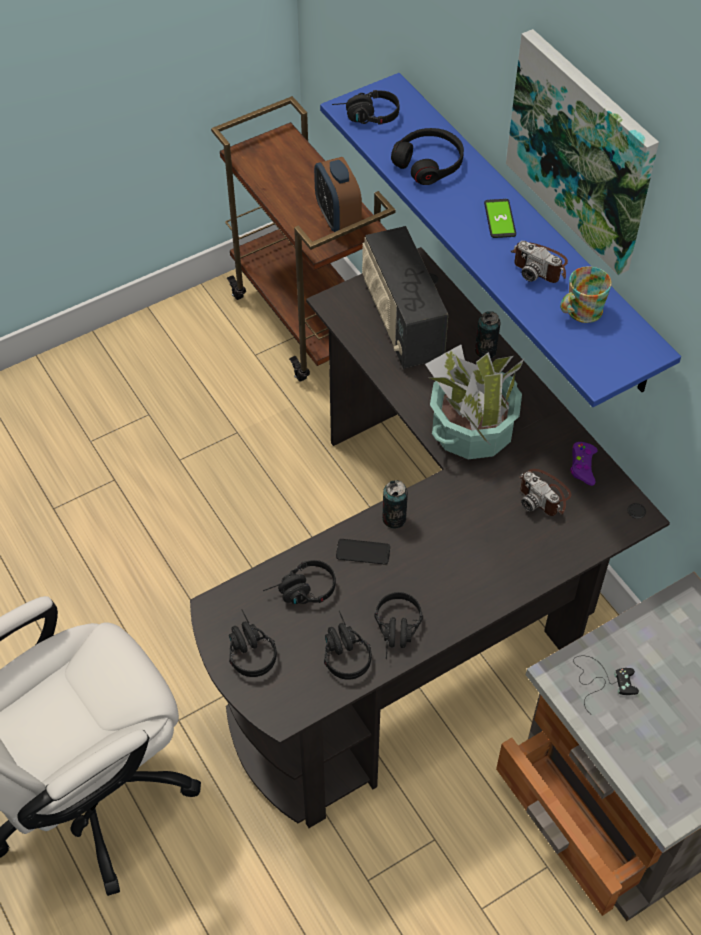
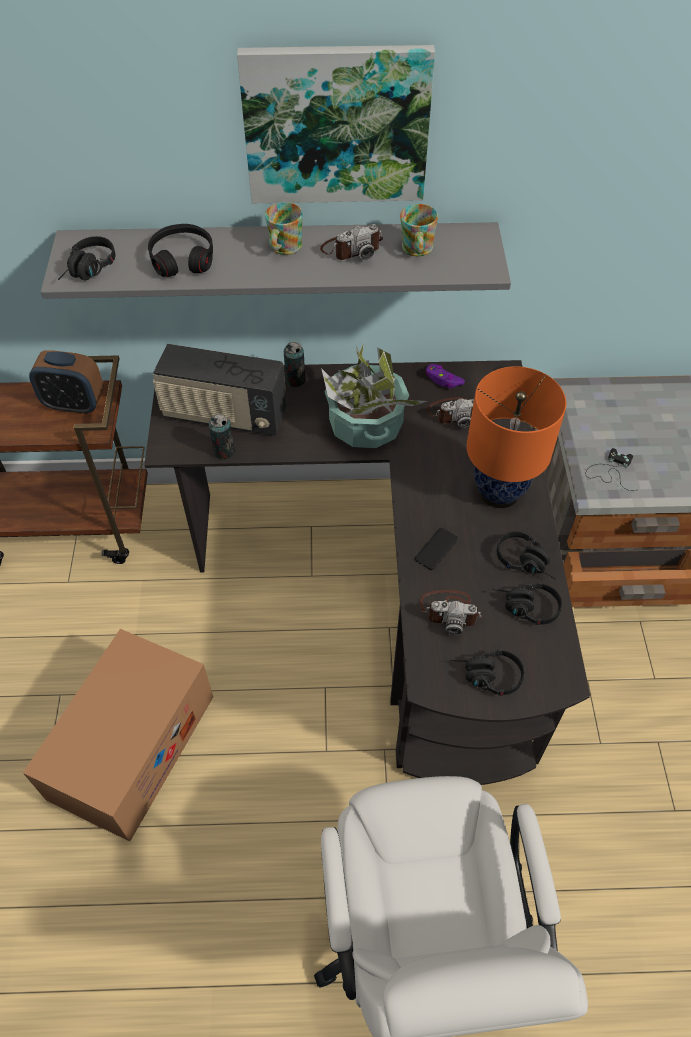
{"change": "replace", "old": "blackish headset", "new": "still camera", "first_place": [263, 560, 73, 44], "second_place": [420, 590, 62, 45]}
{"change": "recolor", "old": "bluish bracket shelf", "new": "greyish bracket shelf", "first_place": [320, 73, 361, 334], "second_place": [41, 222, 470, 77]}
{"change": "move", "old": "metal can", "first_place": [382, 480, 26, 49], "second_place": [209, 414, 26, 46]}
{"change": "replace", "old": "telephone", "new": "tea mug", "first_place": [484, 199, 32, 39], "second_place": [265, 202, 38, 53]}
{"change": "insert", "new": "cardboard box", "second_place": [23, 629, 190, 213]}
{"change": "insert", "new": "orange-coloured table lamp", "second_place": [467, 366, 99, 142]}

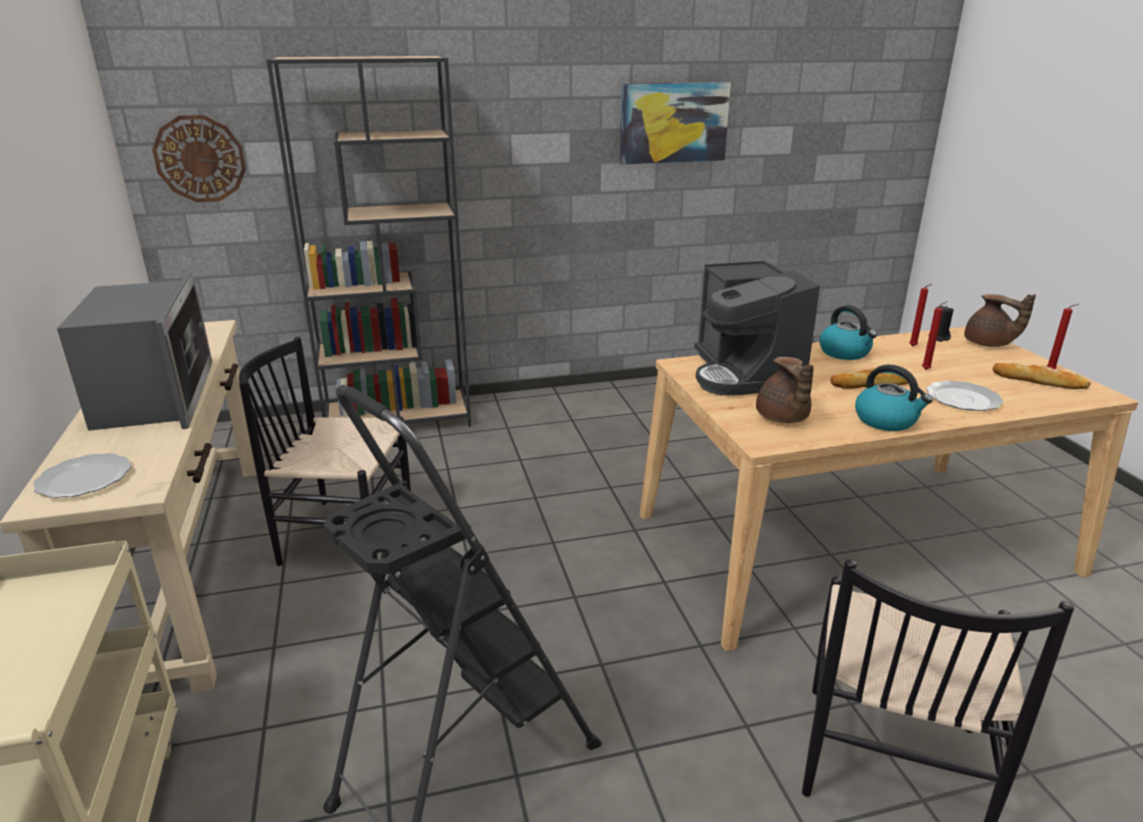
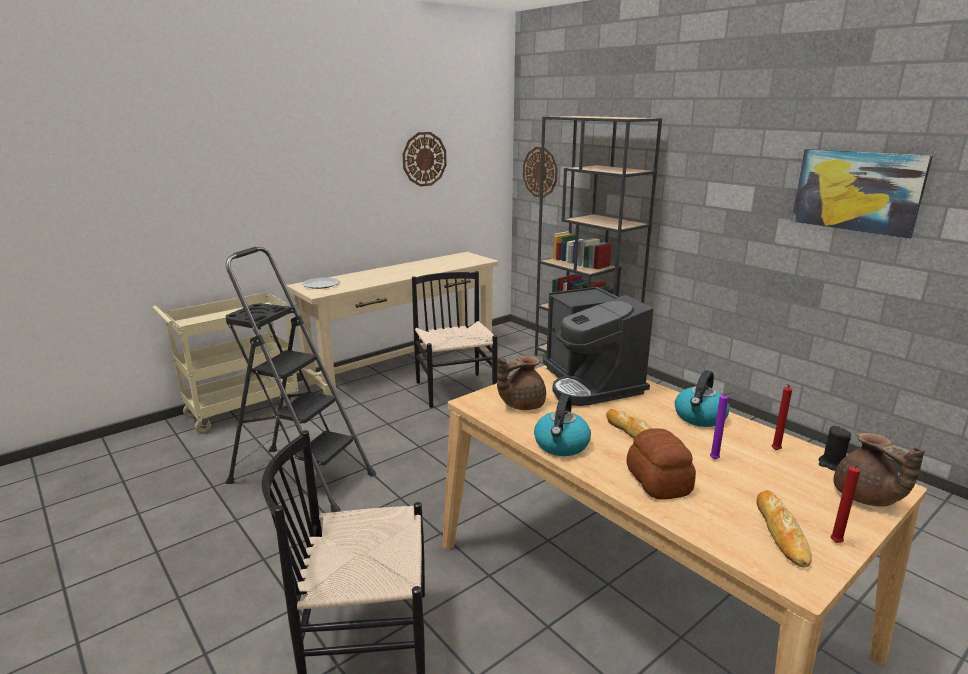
{"change": "delete", "old": "microwave oven", "first_place": [57, 271, 155, 160]}
{"change": "rotate", "old": "coffee machine", "first_place": [694, 261, 126, 135], "second_place": [543, 287, 110, 119], "degrees": -75}
{"change": "recolor", "old": "red candle", "new": "purplish candle", "first_place": [922, 301, 26, 69], "second_place": [710, 392, 23, 68]}
{"change": "replace", "old": "flat dish", "new": "baked bread", "first_place": [926, 381, 77, 30], "second_place": [627, 428, 69, 72]}
{"change": "rotate", "old": "brown-coloured tea pot", "first_place": [964, 294, 72, 53], "second_place": [833, 433, 92, 73], "degrees": -45}
{"change": "insert", "new": "hanging clock", "second_place": [403, 132, 44, 55]}

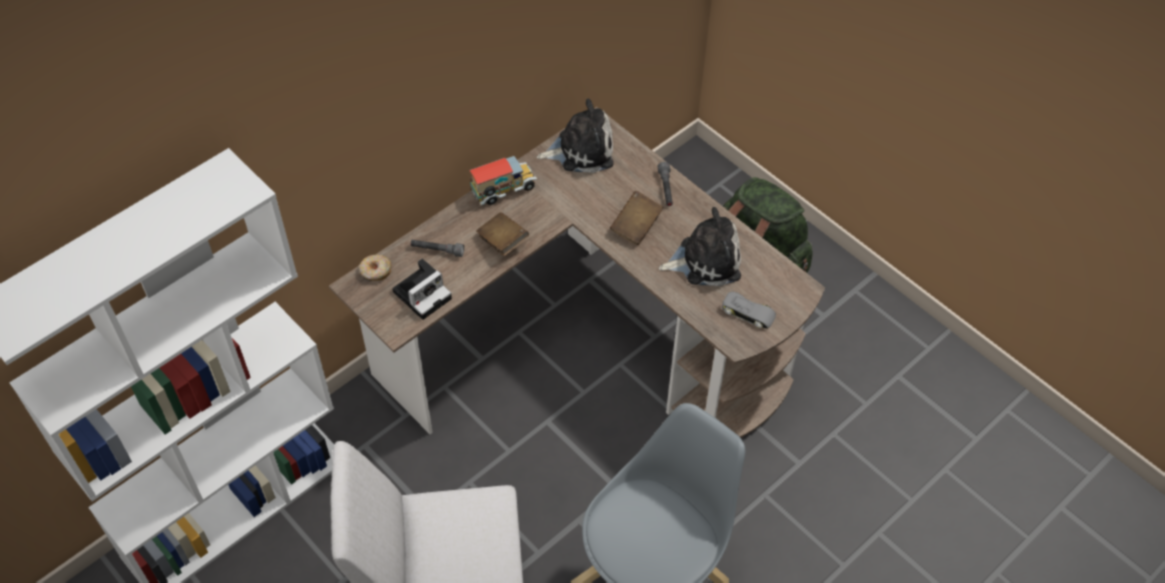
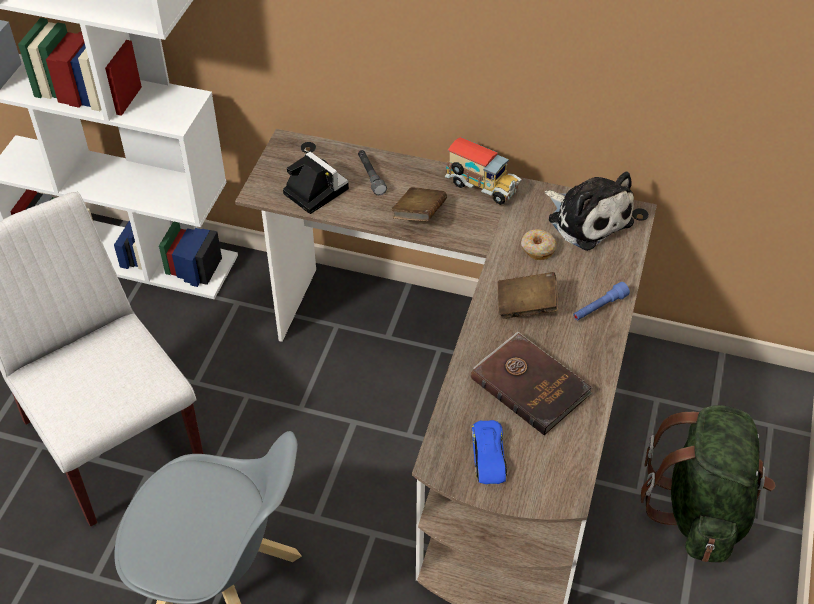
{"change": "move", "old": "doughnut", "first_place": [359, 255, 33, 26], "second_place": [521, 229, 36, 31]}
{"change": "rotate", "old": "still camera", "first_place": [393, 259, 59, 61], "second_place": [283, 151, 66, 63], "degrees": -150}
{"change": "recolor", "old": "greyish torch", "new": "bluish torch", "first_place": [658, 162, 15, 44], "second_place": [573, 282, 57, 38]}
{"change": "replace", "old": "cuddly toy", "new": "brown-coloured book", "first_place": [659, 207, 82, 79], "second_place": [471, 331, 122, 104]}
{"change": "recolor", "old": "greyish miniature car", "new": "bluish miniature car", "first_place": [722, 292, 54, 37], "second_place": [472, 420, 35, 64]}

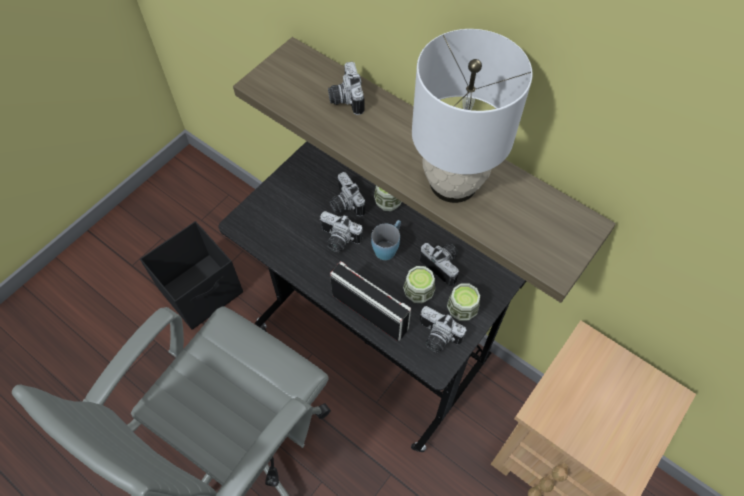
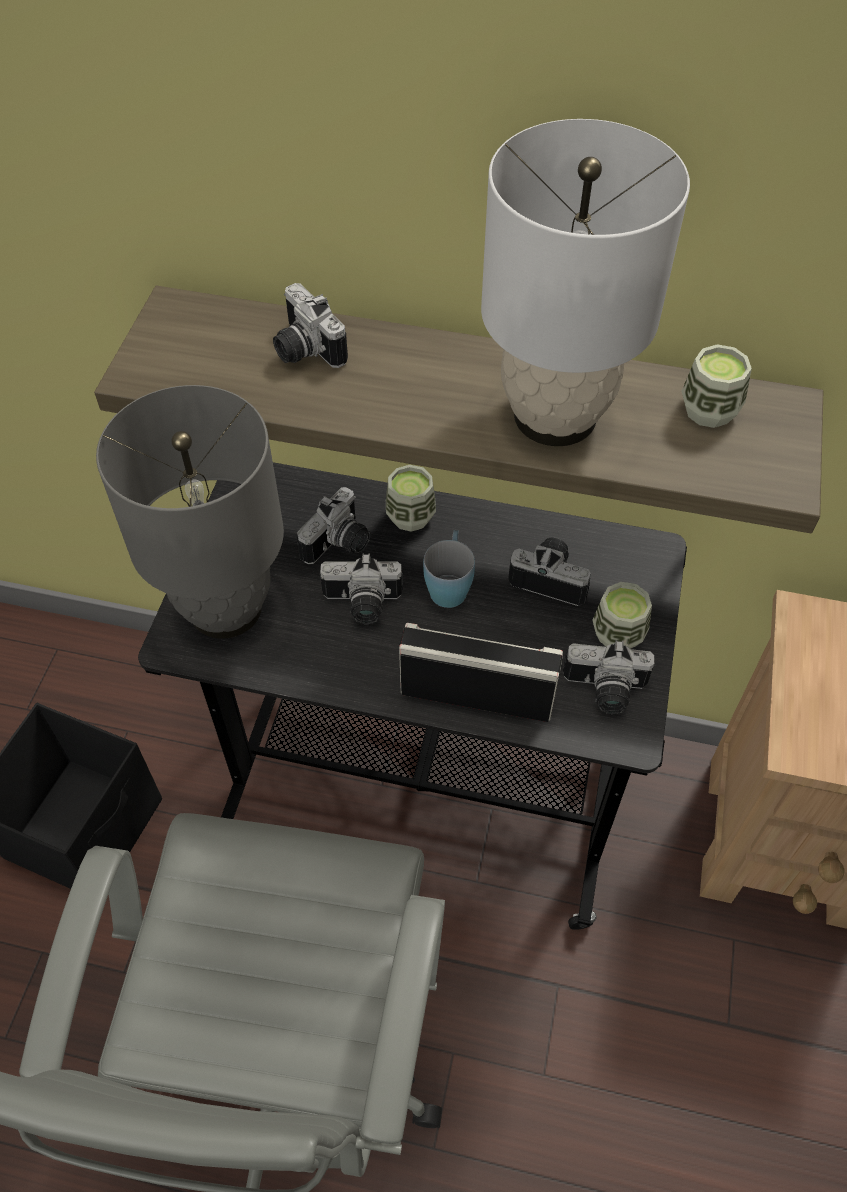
{"change": "rotate", "old": "still camera", "first_place": [330, 172, 36, 45], "second_place": [297, 487, 74, 77], "degrees": -90}
{"change": "move", "old": "drinking cup", "first_place": [403, 266, 32, 37], "second_place": [681, 344, 71, 84]}
{"change": "insert", "new": "greyish table lamp", "second_place": [96, 385, 188, 254]}

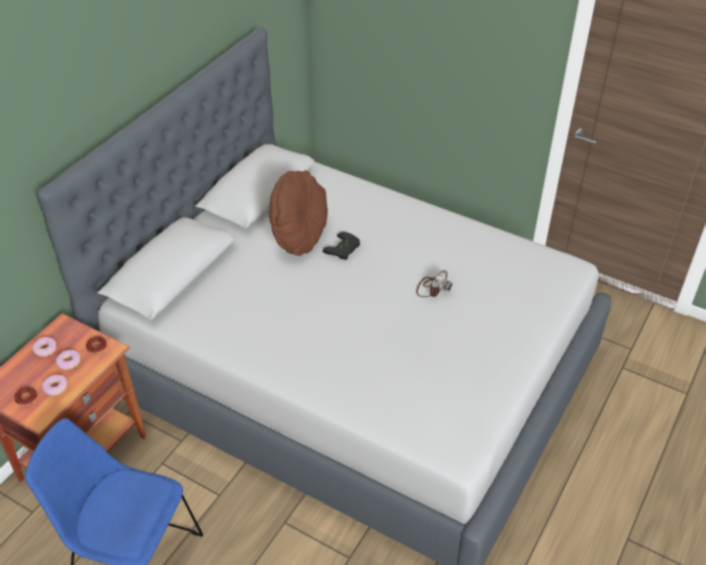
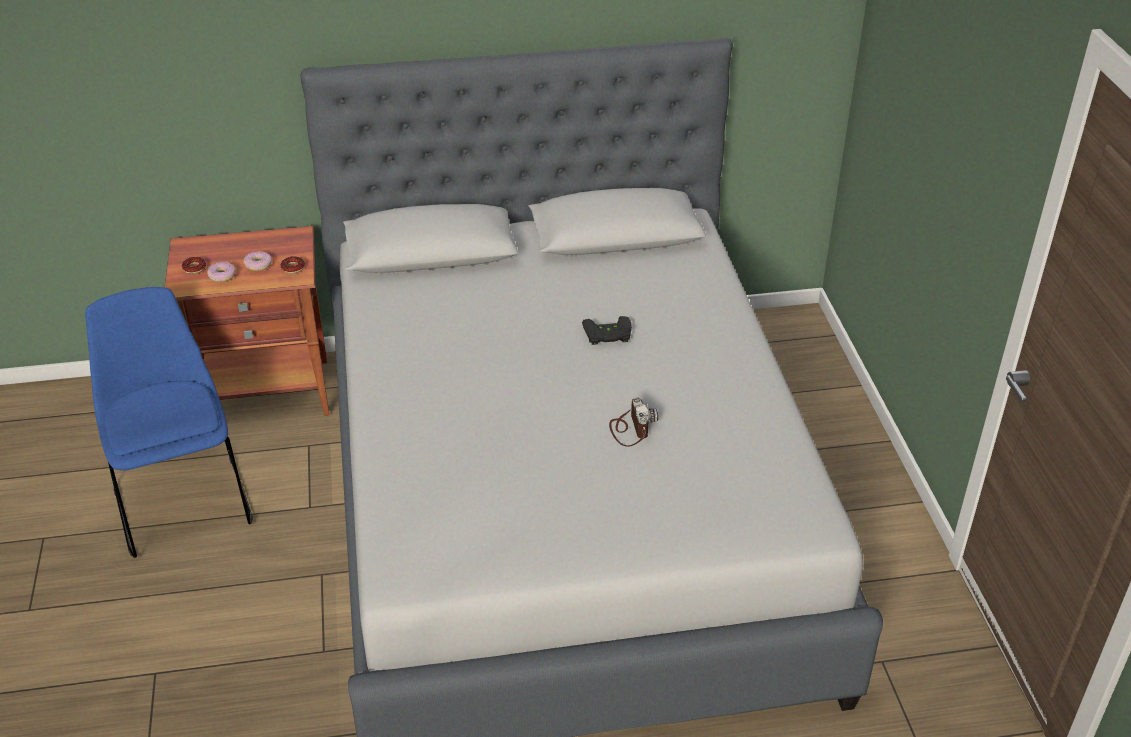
{"change": "delete", "old": "doughnut", "first_place": [32, 337, 25, 20]}
{"change": "delete", "old": "brown-coloured pillow", "first_place": [269, 170, 59, 86]}
{"change": "rotate", "old": "still camera", "first_place": [416, 270, 36, 27], "second_place": [609, 397, 49, 50], "degrees": -90}

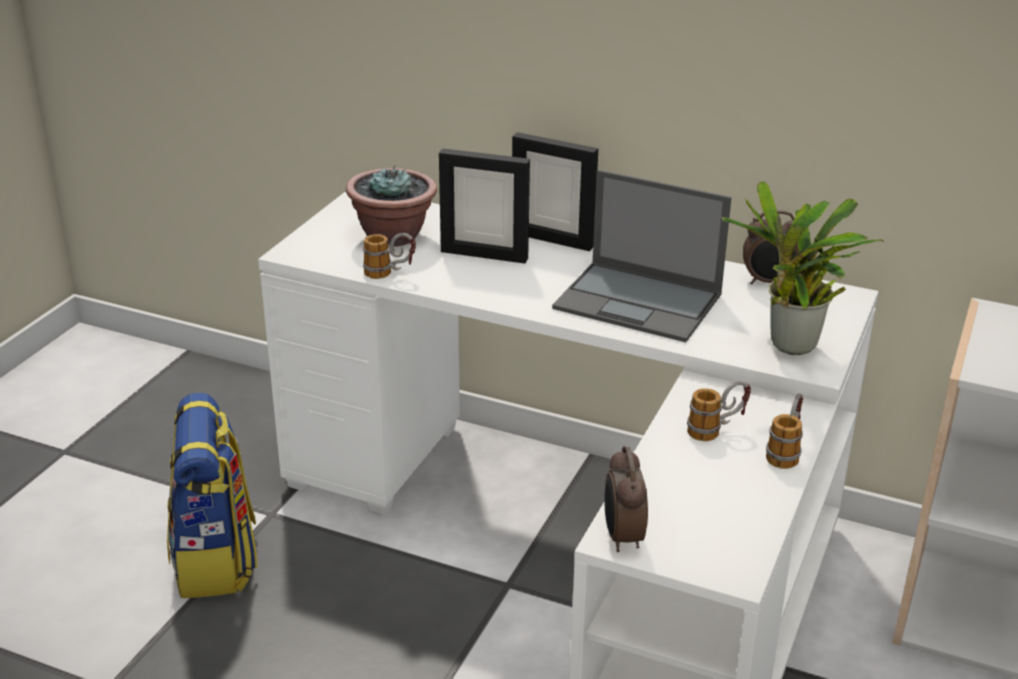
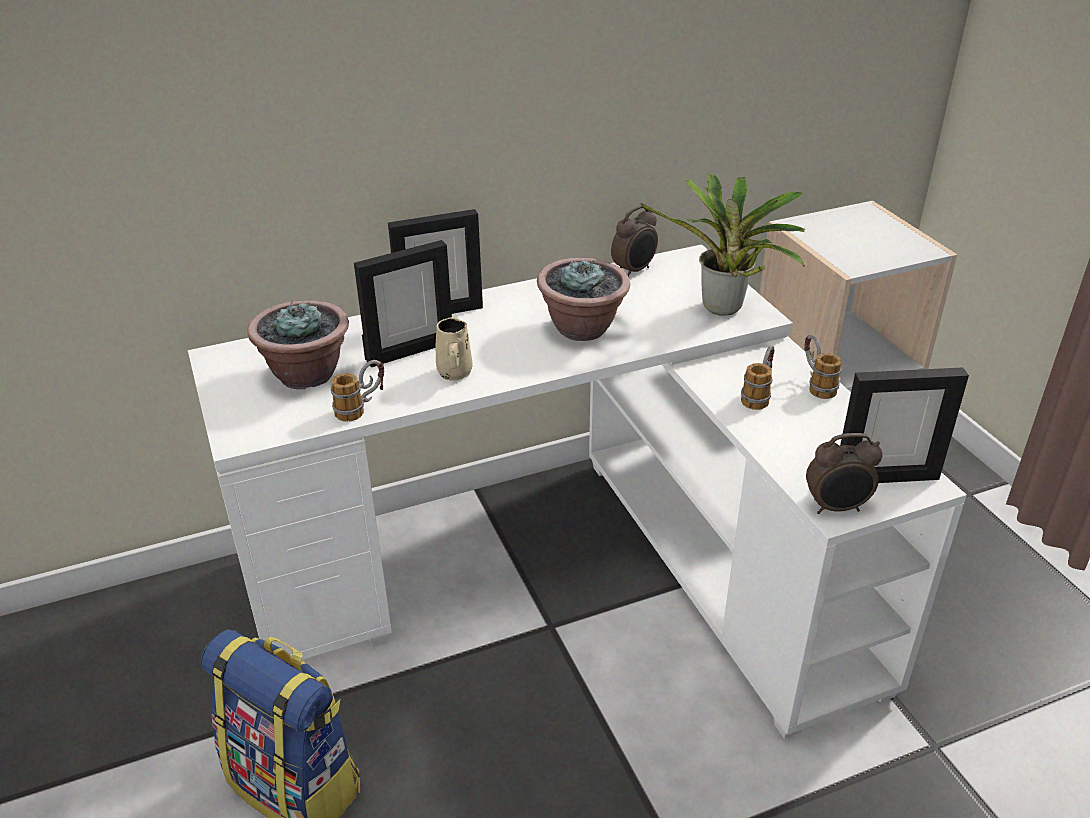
{"change": "replace", "old": "laptop", "new": "plant in a pot", "first_place": [552, 170, 180, 172], "second_place": [537, 258, 93, 83]}
{"change": "rotate", "old": "alarm clock", "first_place": [604, 446, 44, 106], "second_place": [806, 433, 77, 81], "degrees": -45}
{"change": "insert", "new": "beige-coloured tea mug", "second_place": [435, 317, 38, 63]}
{"change": "insert", "new": "photo frame", "second_place": [840, 367, 129, 116]}

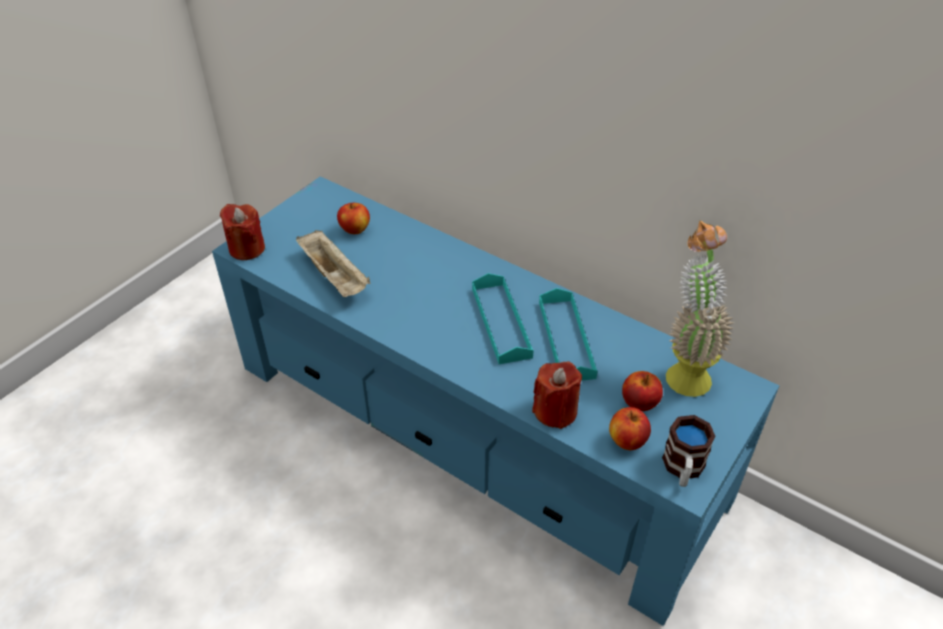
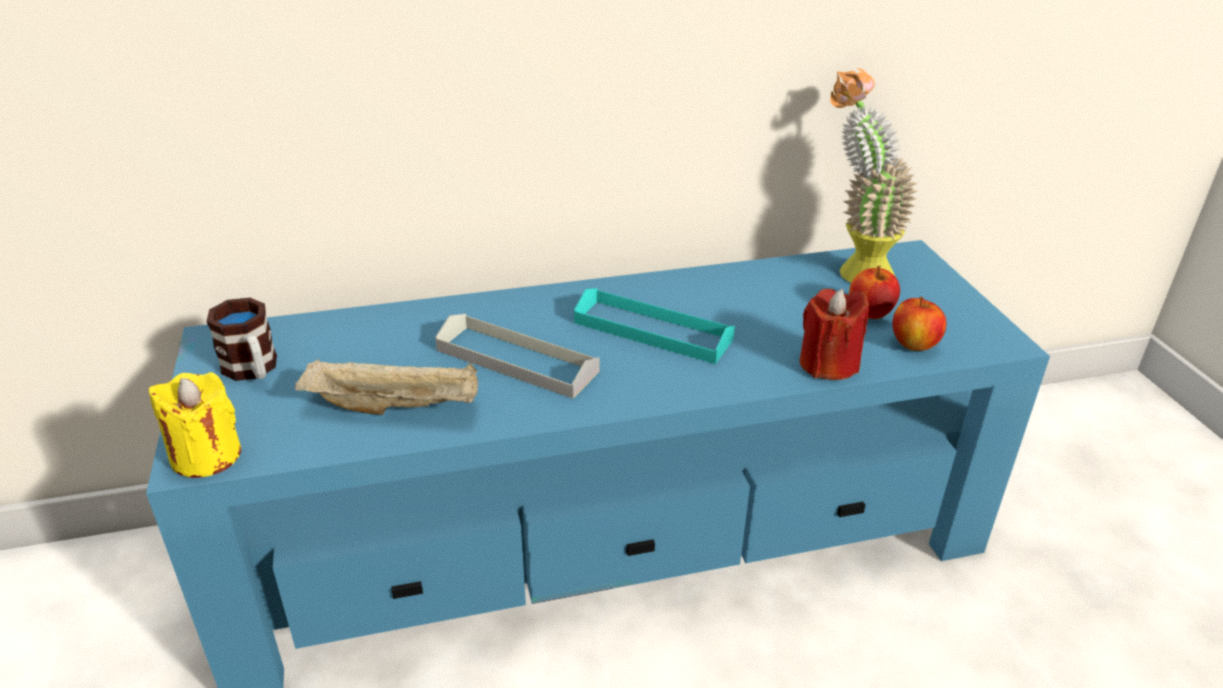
{"change": "recolor", "old": "red candle", "new": "yellow-coloured candle", "first_place": [220, 204, 45, 56], "second_place": [149, 372, 92, 106]}
{"change": "delete", "old": "whole apple", "first_place": [337, 203, 33, 31]}
{"change": "delete", "old": "blue-green carrying tray", "first_place": [539, 288, 59, 93]}
{"change": "move", "old": "tea mug", "first_place": [662, 415, 54, 72], "second_place": [207, 298, 70, 83]}
{"change": "insert", "new": "greyish carrying tray", "second_place": [435, 314, 165, 85]}

